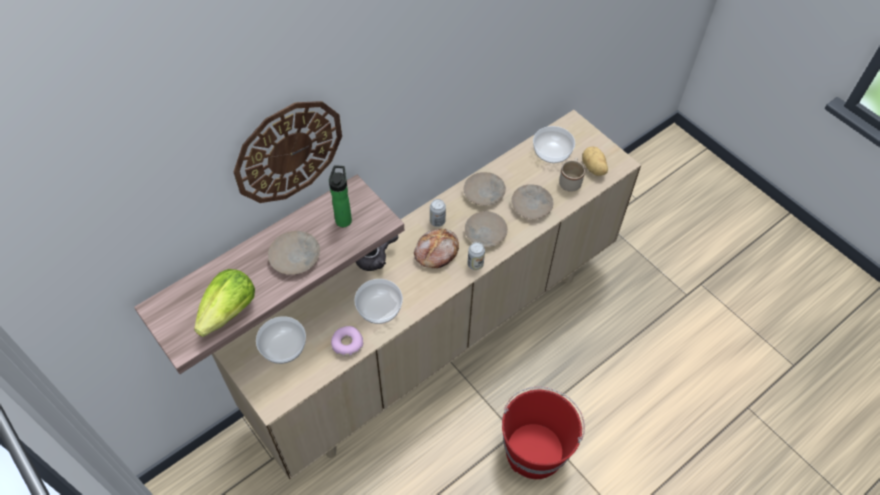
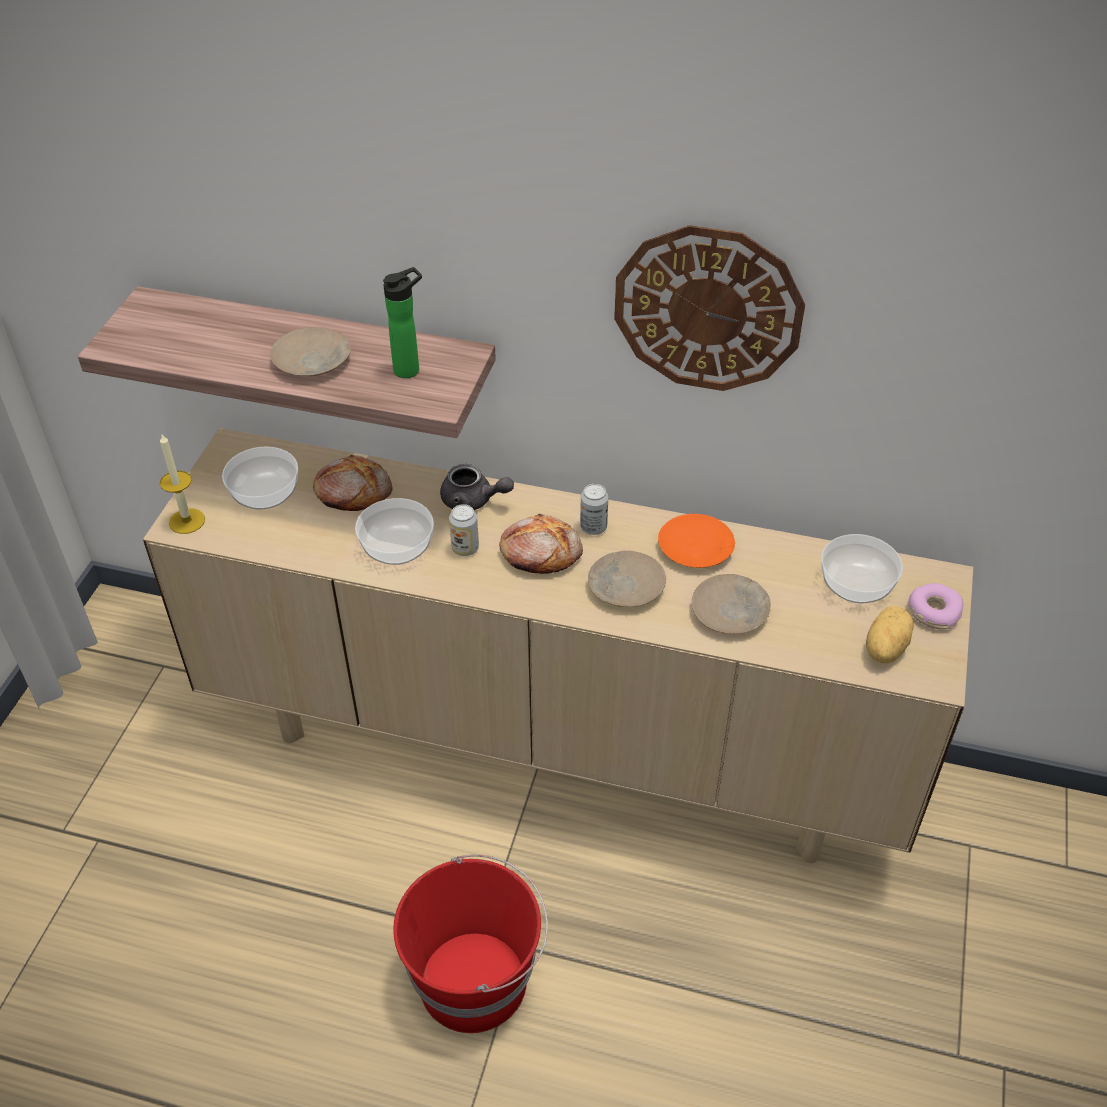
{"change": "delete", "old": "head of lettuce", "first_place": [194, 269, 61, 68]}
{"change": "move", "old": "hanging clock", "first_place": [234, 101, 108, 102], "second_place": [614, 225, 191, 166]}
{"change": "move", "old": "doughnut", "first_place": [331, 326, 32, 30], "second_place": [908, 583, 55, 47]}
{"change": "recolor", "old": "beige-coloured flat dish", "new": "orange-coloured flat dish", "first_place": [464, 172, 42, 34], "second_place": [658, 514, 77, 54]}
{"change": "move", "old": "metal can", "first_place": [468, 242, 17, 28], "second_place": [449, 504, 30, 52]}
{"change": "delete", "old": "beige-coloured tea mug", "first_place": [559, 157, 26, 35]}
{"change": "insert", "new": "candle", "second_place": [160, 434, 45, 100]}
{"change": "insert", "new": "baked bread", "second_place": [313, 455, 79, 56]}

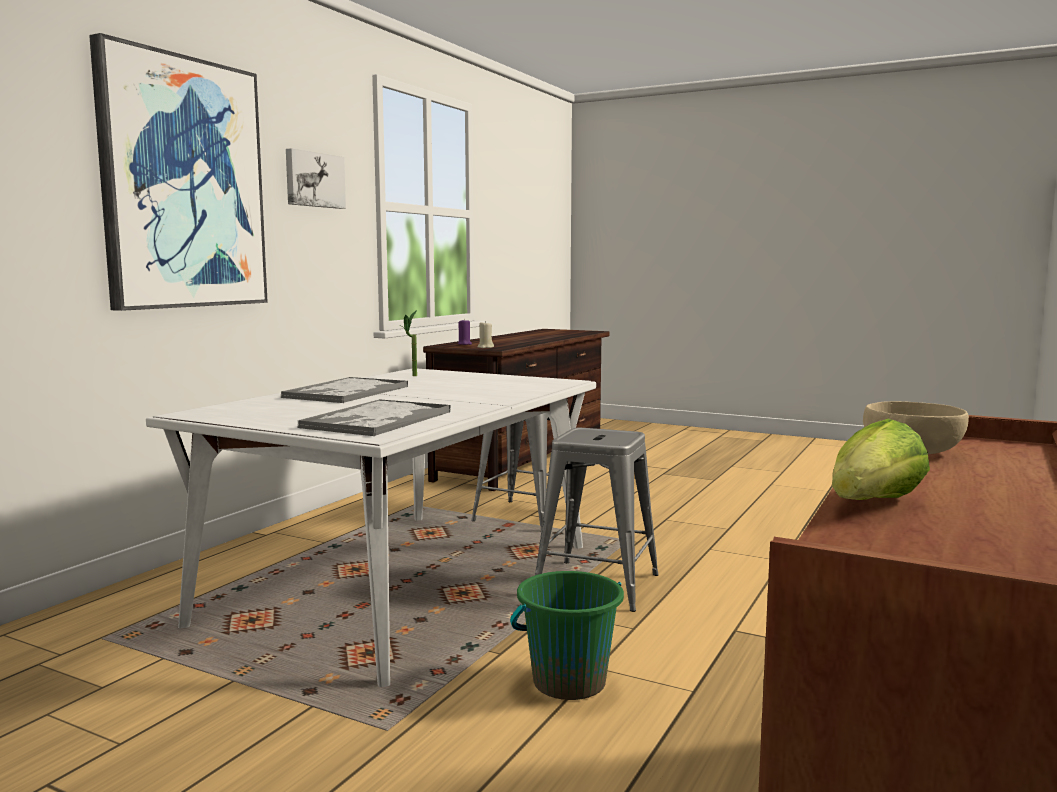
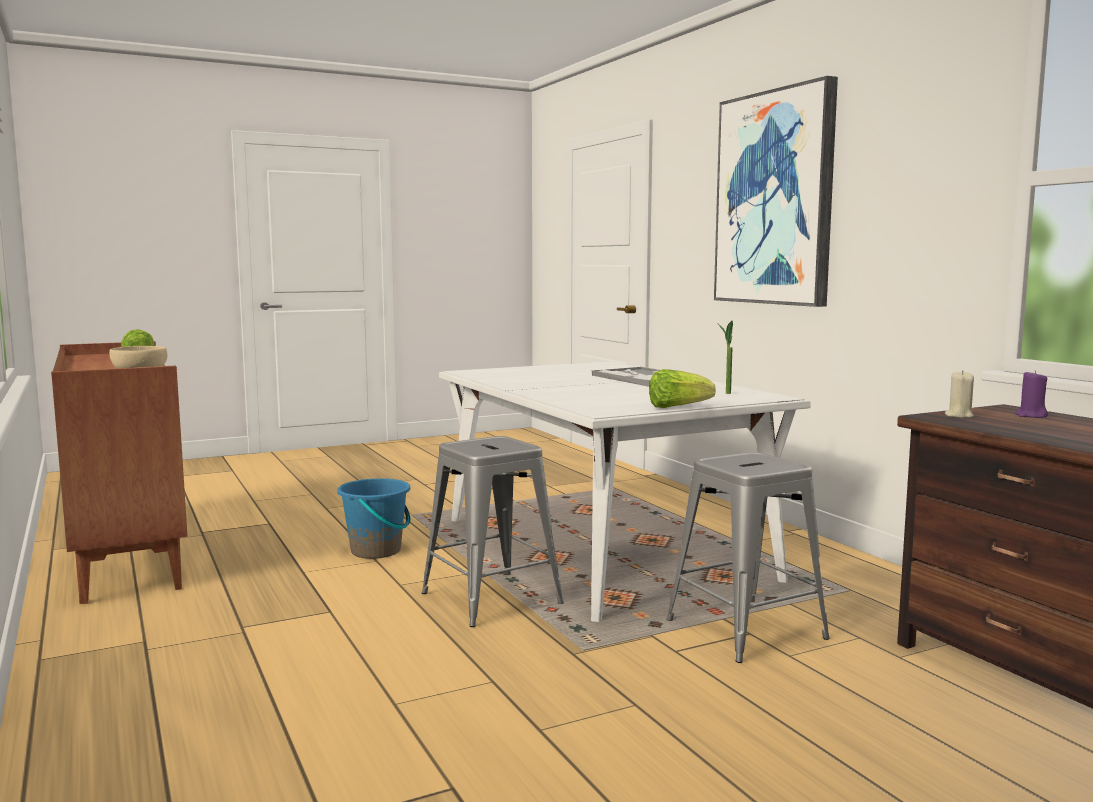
{"change": "delete", "old": "picture", "first_place": [286, 148, 60, 61]}
{"change": "delete", "old": "carrying tray", "first_place": [298, 399, 152, 37]}
{"change": "recolor", "old": "greenish water bucket", "new": "bluish water bucket", "first_place": [510, 571, 114, 129], "second_place": [337, 478, 74, 81]}
{"change": "insert", "new": "head of lettuce", "second_place": [649, 369, 67, 39]}

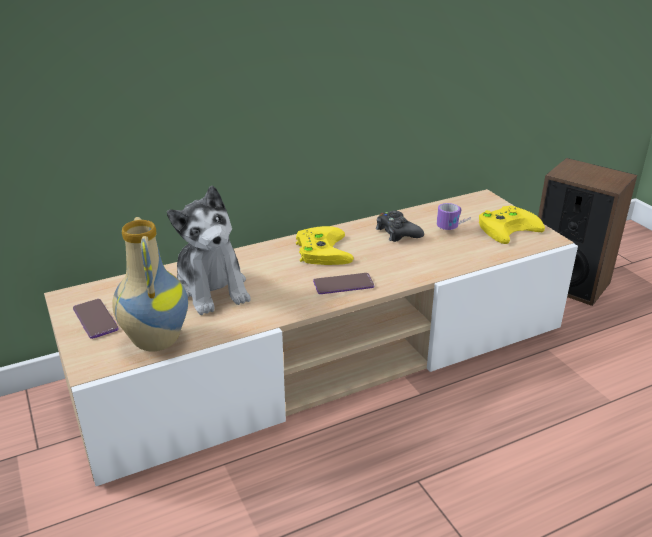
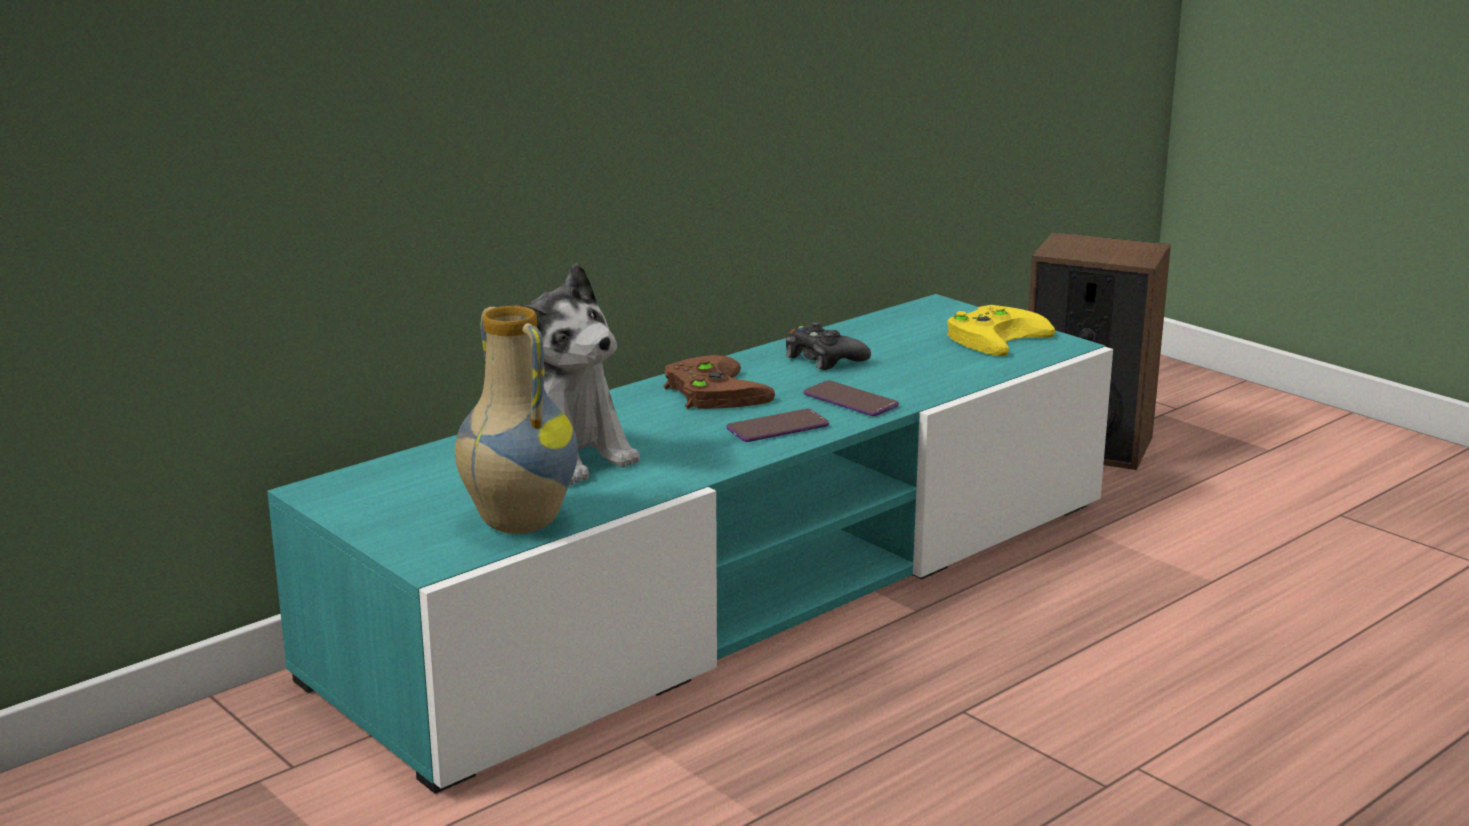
{"change": "recolor", "old": "beige-coloured media console", "new": "blue-green media console", "first_place": [44, 189, 534, 297], "second_place": [267, 294, 846, 500]}
{"change": "move", "old": "telephone", "first_place": [73, 299, 46, 40], "second_place": [803, 380, 96, 36]}
{"change": "recolor", "old": "yellow-coloured game controller", "new": "brown-coloured game controller", "first_place": [296, 226, 58, 39], "second_place": [664, 355, 111, 54]}
{"change": "delete", "old": "tea mug", "first_place": [437, 203, 34, 27]}

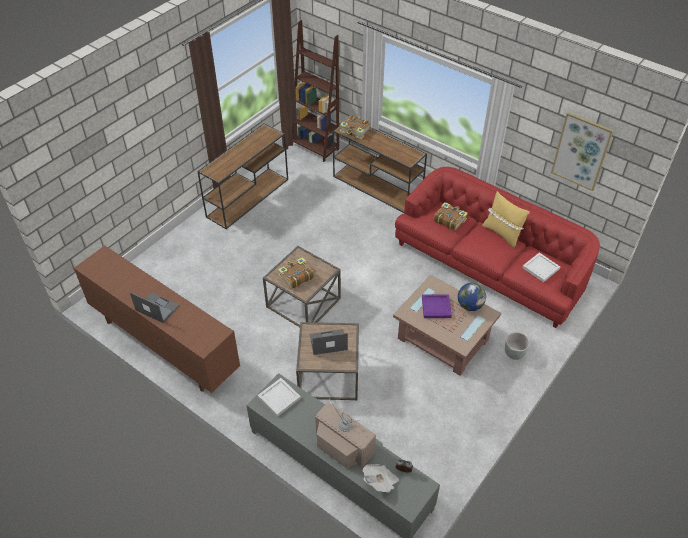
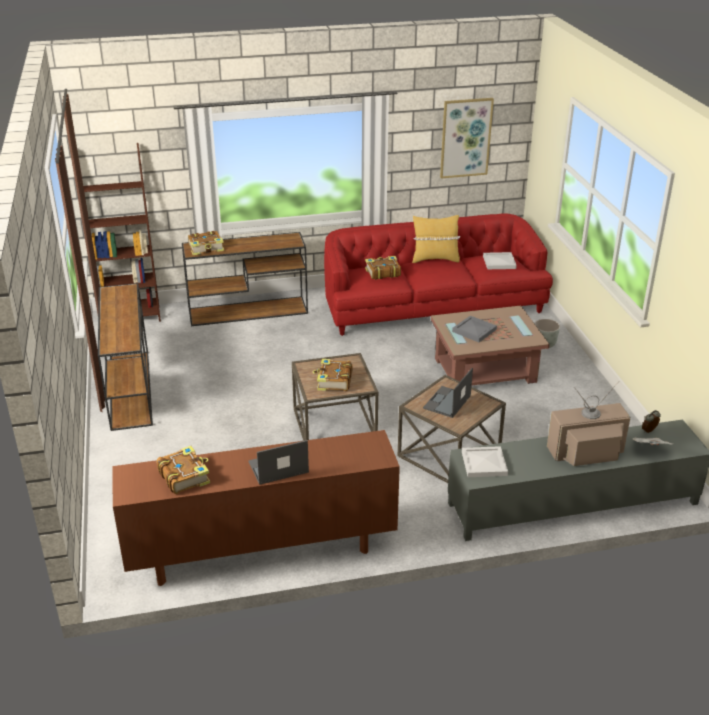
{"change": "recolor", "old": "purplish carrying tray", "new": "greyish carrying tray", "first_place": [422, 294, 30, 24], "second_place": [452, 316, 45, 26]}
{"change": "delete", "old": "world globe", "first_place": [458, 283, 28, 28]}
{"change": "insert", "new": "book", "second_place": [157, 446, 53, 48]}

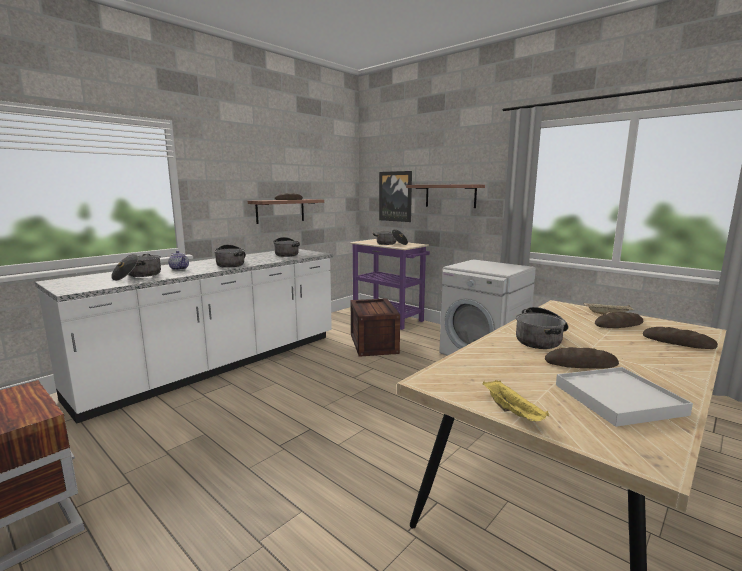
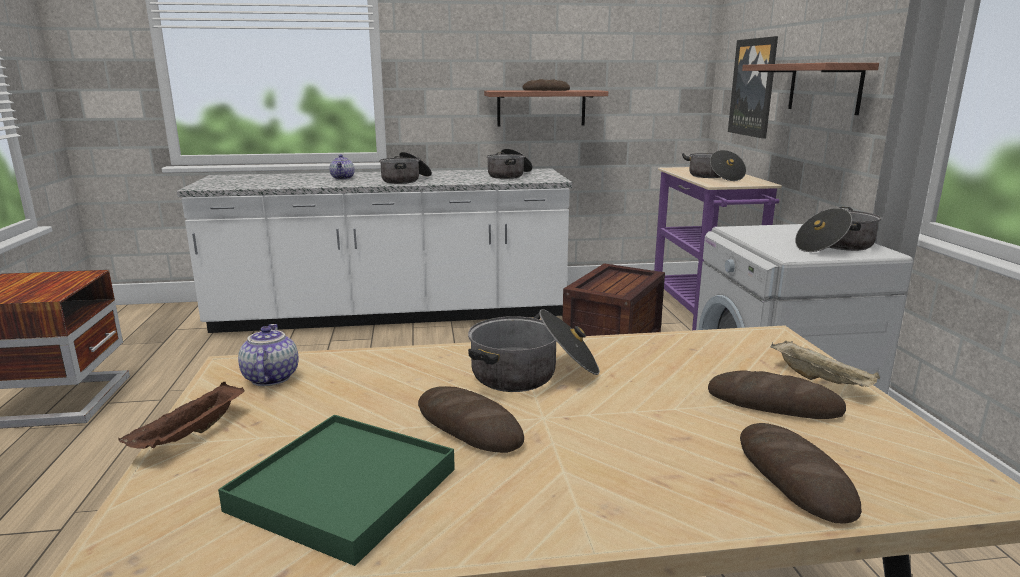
{"change": "move", "old": "stockpot", "first_place": [111, 254, 50, 27], "second_place": [795, 207, 86, 45]}
{"change": "recolor", "old": "yellow-coloured carrying tray", "new": "brown-coloured carrying tray", "first_place": [482, 380, 67, 41], "second_place": [118, 382, 127, 67]}
{"change": "recolor", "old": "white carrying tray", "new": "greenish carrying tray", "first_place": [556, 367, 137, 60], "second_place": [218, 415, 237, 151]}
{"change": "insert", "new": "tea pot", "second_place": [238, 324, 61, 62]}

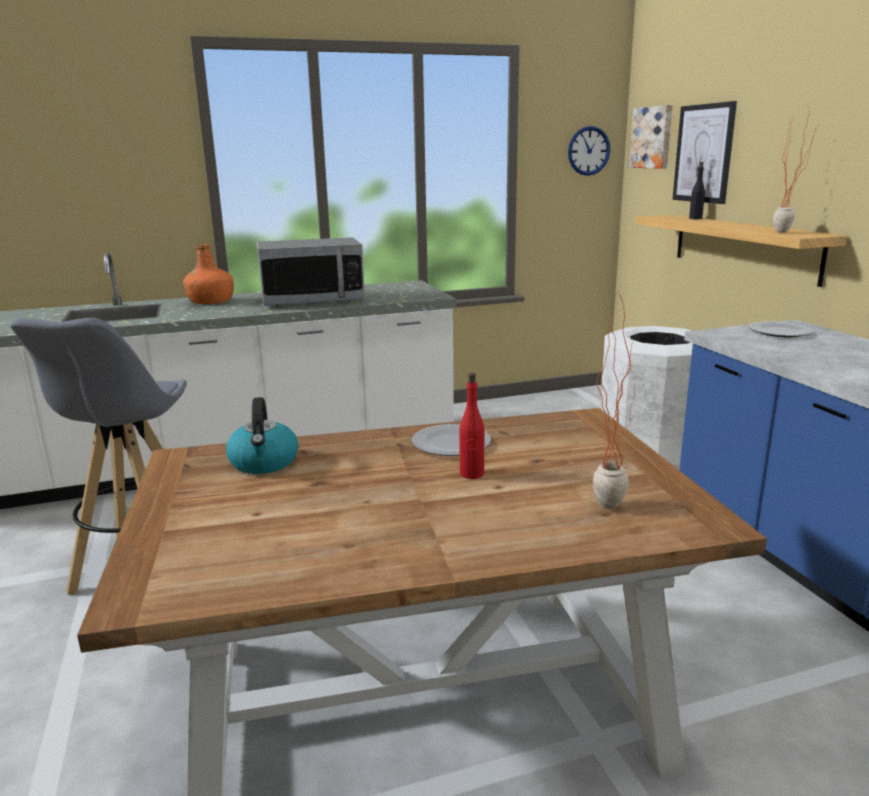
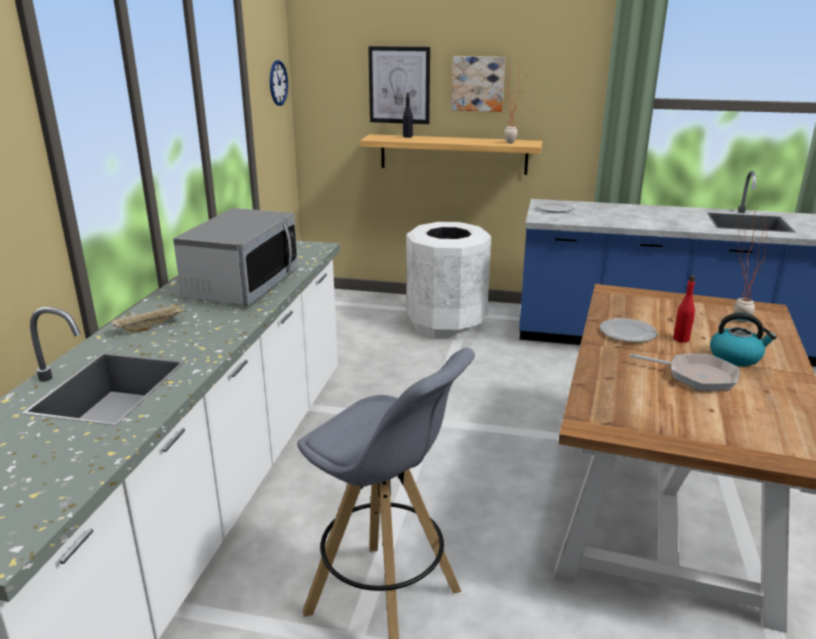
{"change": "replace", "old": "orange-coloured bottle", "new": "beige-coloured carrying tray", "first_place": [183, 244, 51, 60], "second_place": [111, 303, 76, 29]}
{"change": "move", "old": "tea kettle", "first_place": [226, 397, 73, 77], "second_place": [710, 313, 67, 53]}
{"change": "move", "old": "picture", "first_place": [629, 105, 44, 64], "second_place": [452, 56, 53, 56]}
{"change": "insert", "new": "skillet", "second_place": [630, 354, 109, 37]}

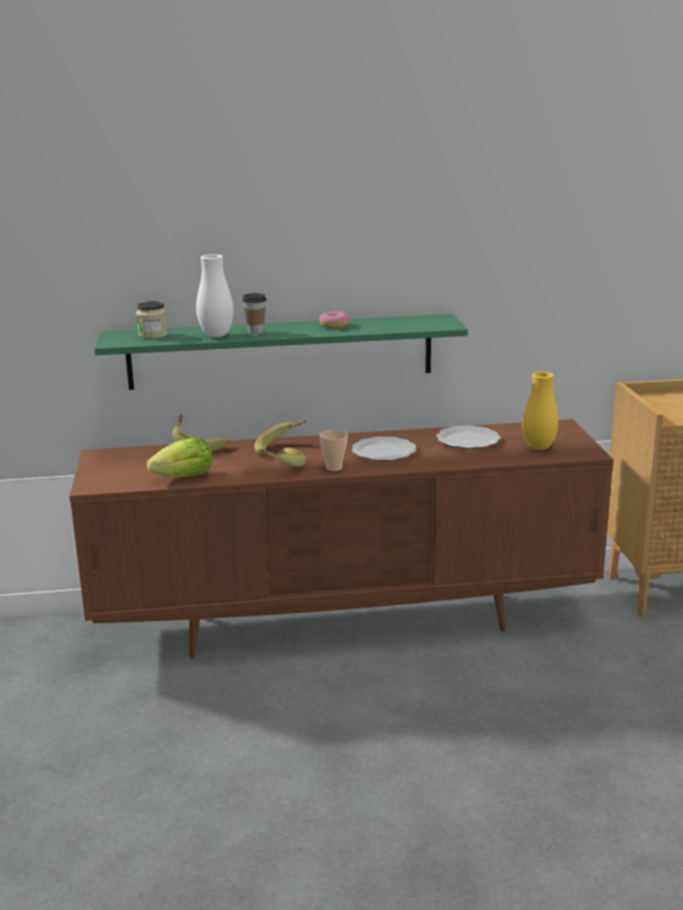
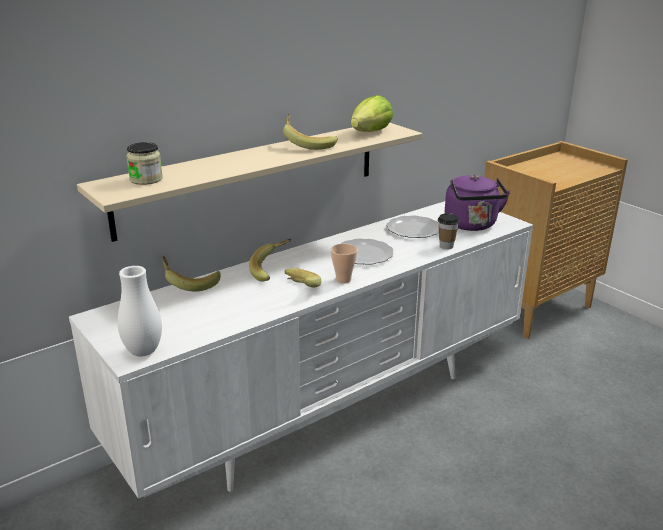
{"change": "recolor", "old": "brown-coloured cupboard", "new": "white cupboard", "first_place": [69, 419, 545, 239], "second_place": [69, 201, 464, 298]}
{"change": "recolor", "old": "greenish bracket shelf", "new": "beige-coloured bracket shelf", "first_place": [94, 314, 374, 76], "second_place": [77, 123, 346, 119]}
{"change": "move", "old": "head of lettuce", "first_place": [147, 437, 65, 40], "second_place": [351, 95, 42, 37]}
{"change": "move", "old": "white decorative vase", "first_place": [196, 254, 38, 84], "second_place": [118, 266, 44, 91]}
{"change": "move", "old": "drinking cup", "first_place": [242, 293, 25, 41], "second_place": [438, 213, 22, 36]}
{"change": "replace", "old": "doughnut", "new": "banana fruit", "first_place": [319, 311, 31, 17], "second_place": [283, 114, 55, 36]}
{"change": "replace", "old": "yellow-coloured decorative vase", "new": "purplish tea kettle", "first_place": [522, 372, 37, 78], "second_place": [445, 175, 65, 56]}

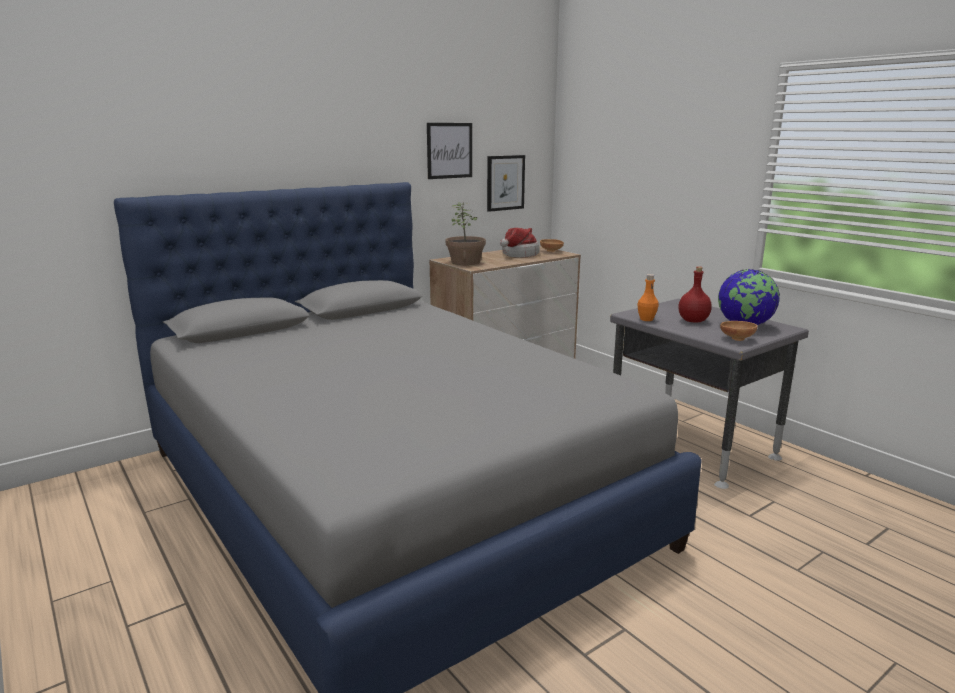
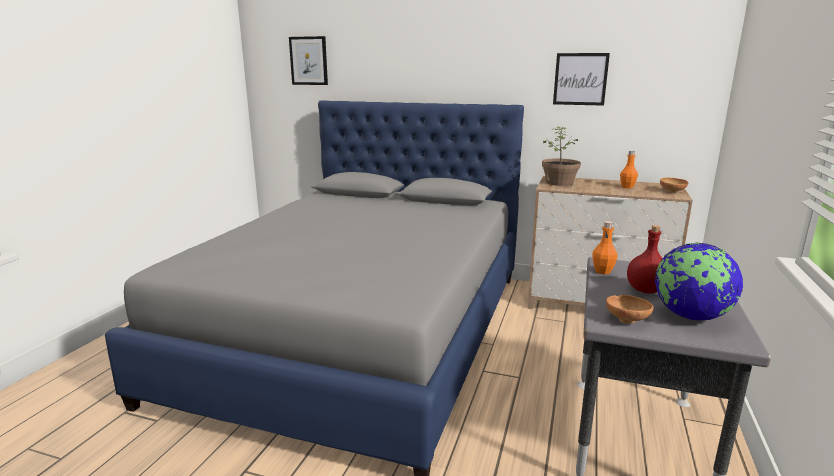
{"change": "move", "old": "picture", "first_place": [487, 155, 38, 57], "second_place": [289, 36, 39, 49]}
{"change": "replace", "old": "hat", "new": "orange-coloured bottle", "first_place": [500, 228, 40, 30], "second_place": [620, 151, 18, 37]}

